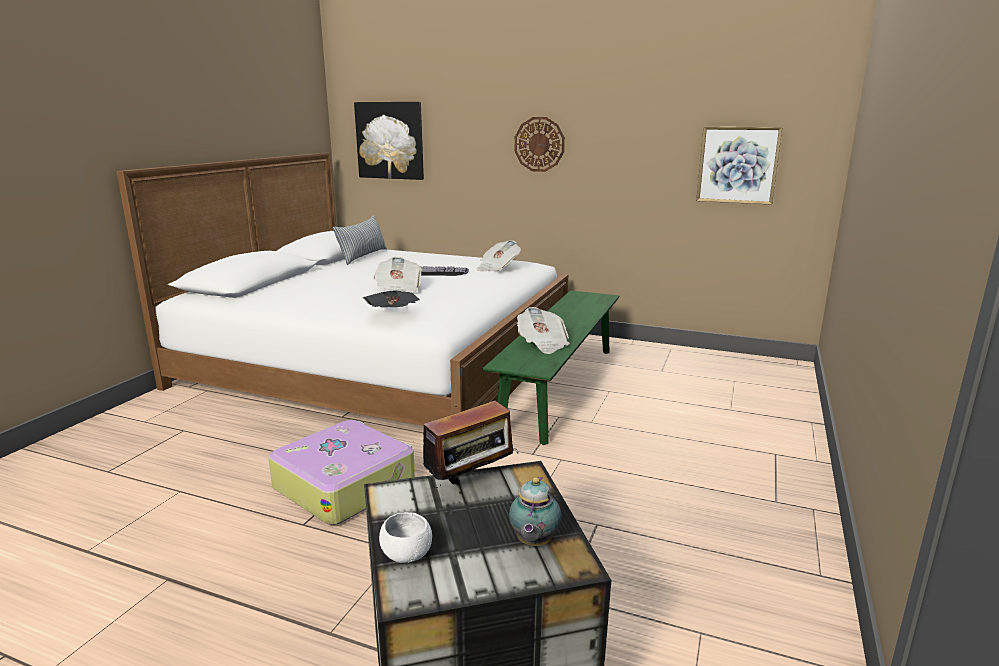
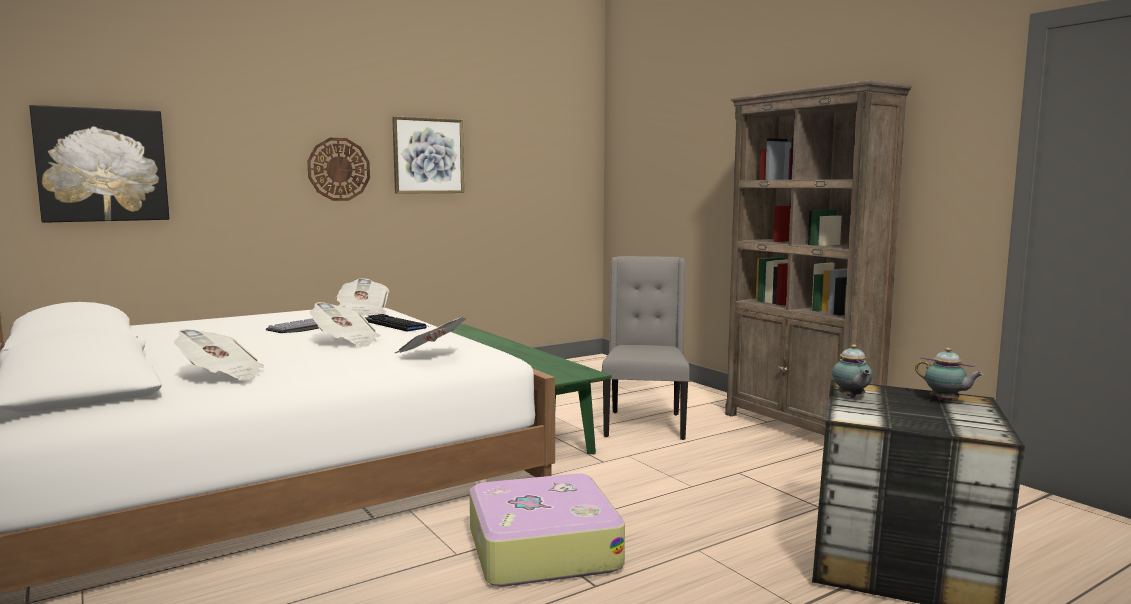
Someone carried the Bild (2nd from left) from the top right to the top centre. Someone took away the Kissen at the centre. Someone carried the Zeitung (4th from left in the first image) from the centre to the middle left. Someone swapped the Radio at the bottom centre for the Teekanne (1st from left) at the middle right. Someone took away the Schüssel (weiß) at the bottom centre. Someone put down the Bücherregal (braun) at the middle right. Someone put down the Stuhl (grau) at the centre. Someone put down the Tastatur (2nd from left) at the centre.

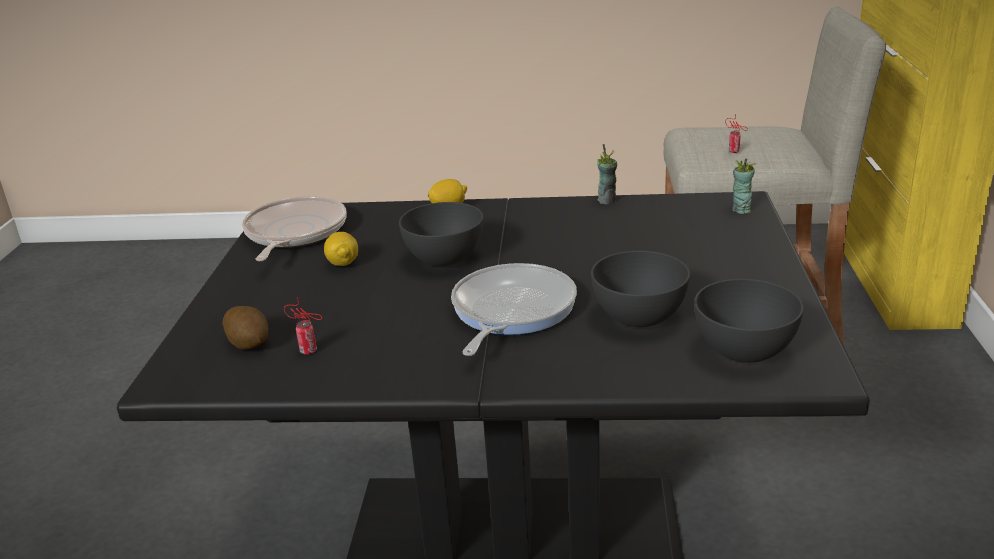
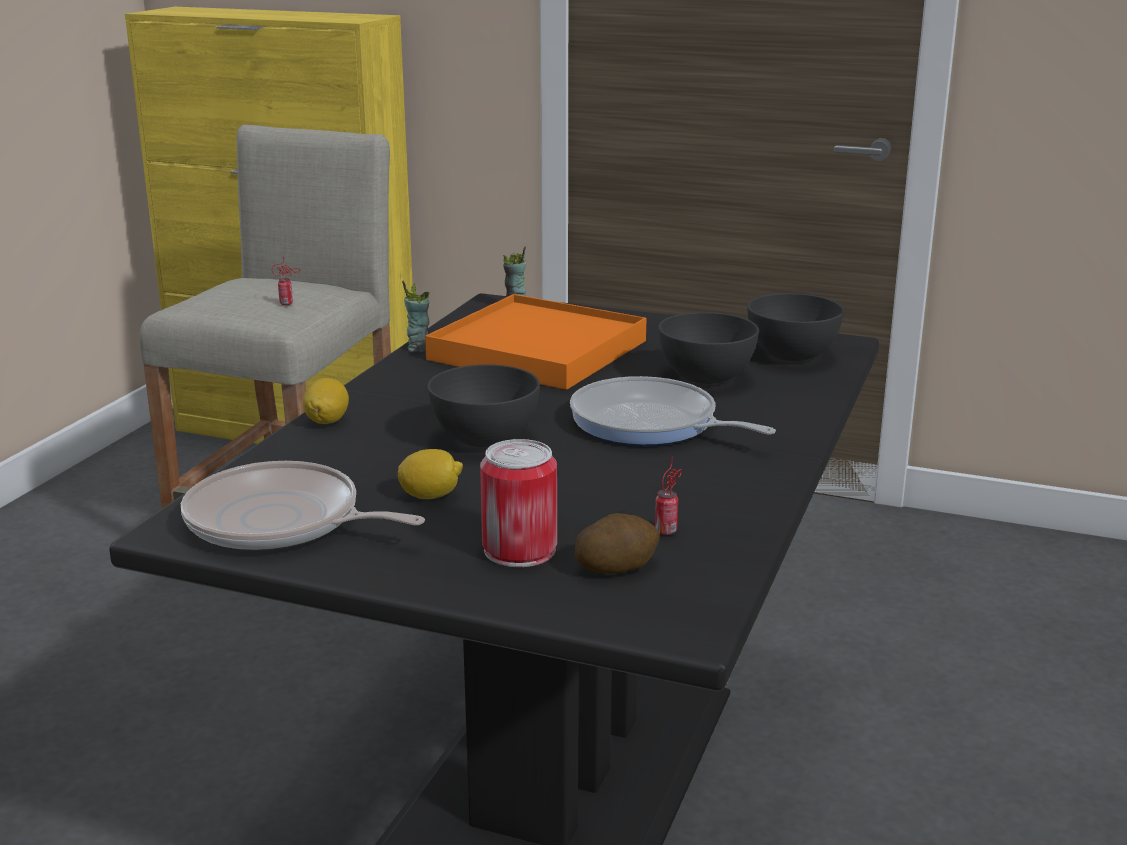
Someone put down the Tablett (orange) at the centre. Someone put down the Dose (2nd from left) at the centre.

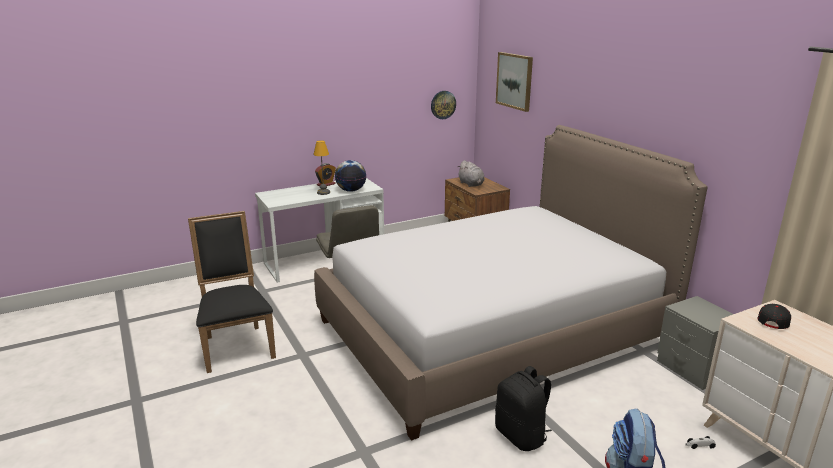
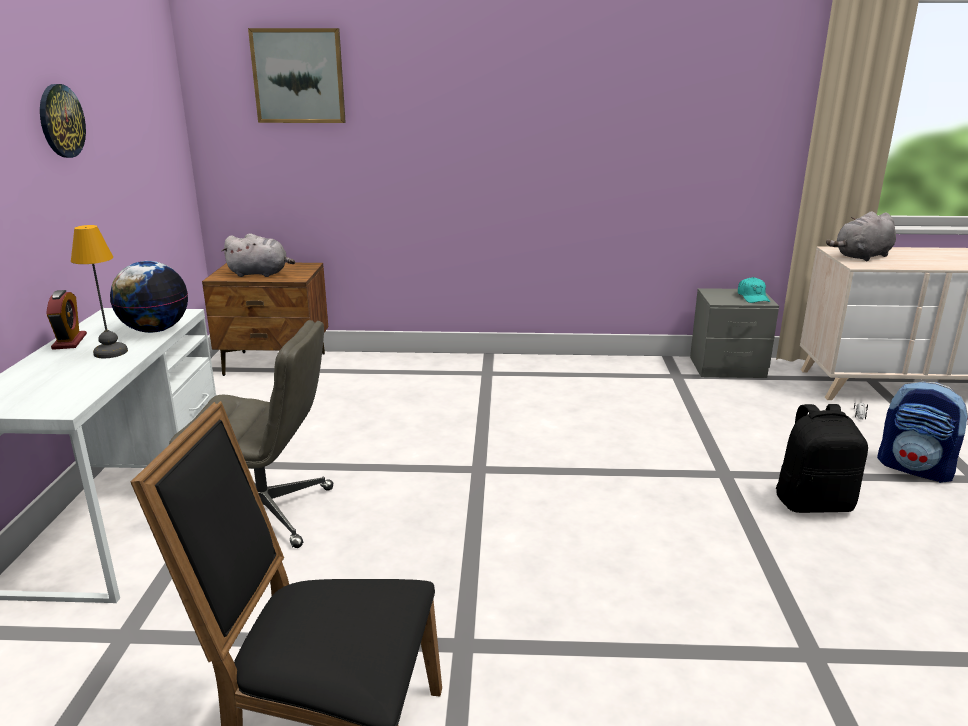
Someone carried the Wanduhr from the top centre to the top left. Someone took away the Bett at the centre. Someone swapped the Kappe (schwarz) at the bottom right for the Plüschtier (grau) (2nd from left) at the top right. Someone put down the Kappe (türkis) at the middle right.

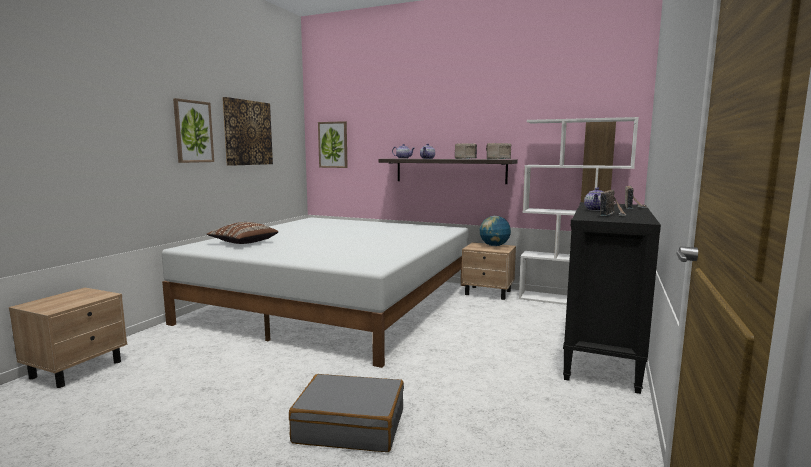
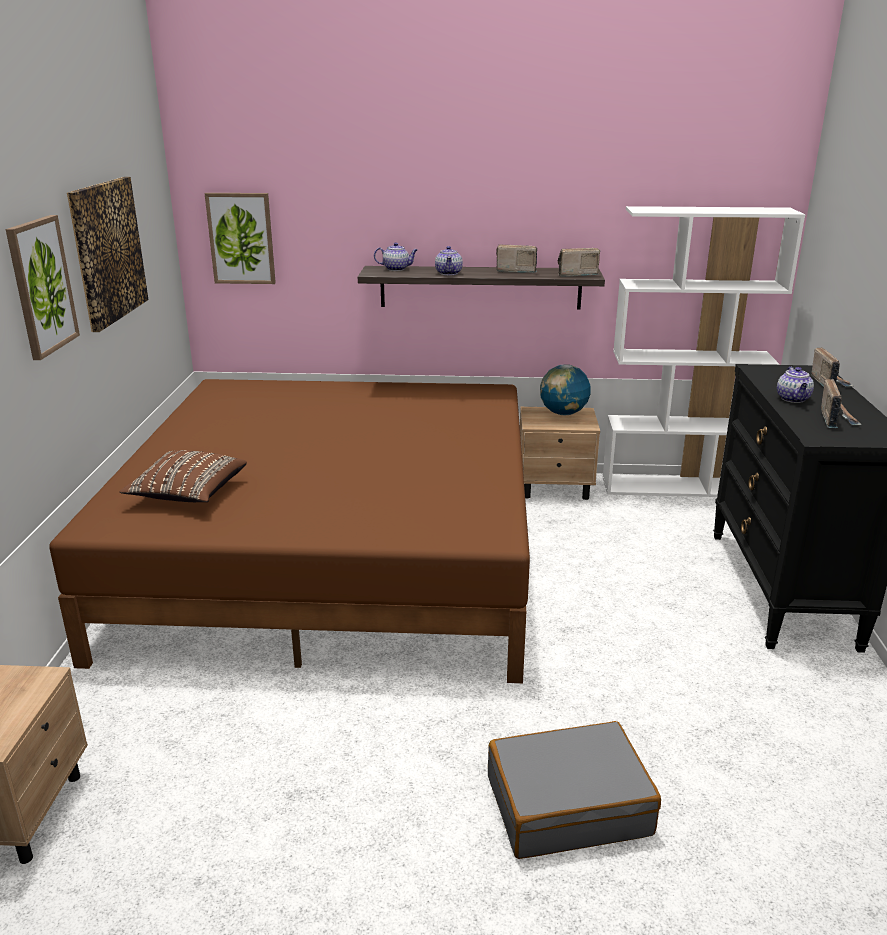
Someone repainted the Bett (weiß) at the centre, which became the Bett (braun) at the middle left.

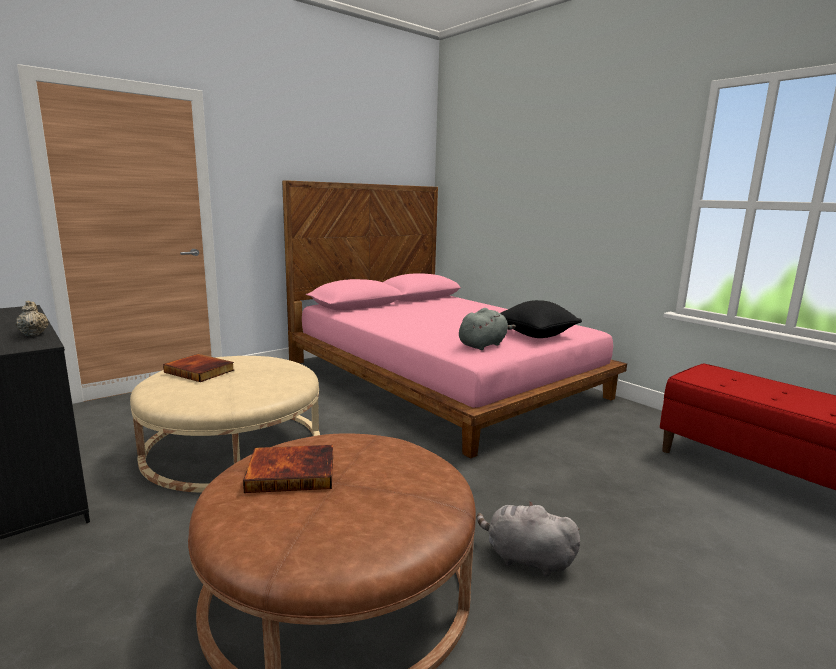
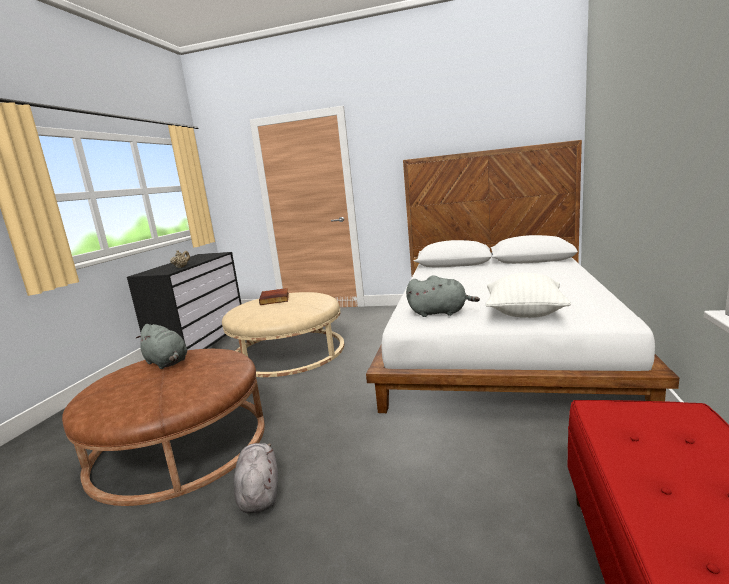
Someone repainted the Bett (rosa) at the centre, which became the Bett (weiß) at the middle right. Someone repainted the Kissen (schwarz) at the centre, which became the Kissen (weiß) at the middle right. Someone swapped the Buch (2nd from left) at the bottom centre for the Plüschtier (grau) (1st from left) at the middle left.

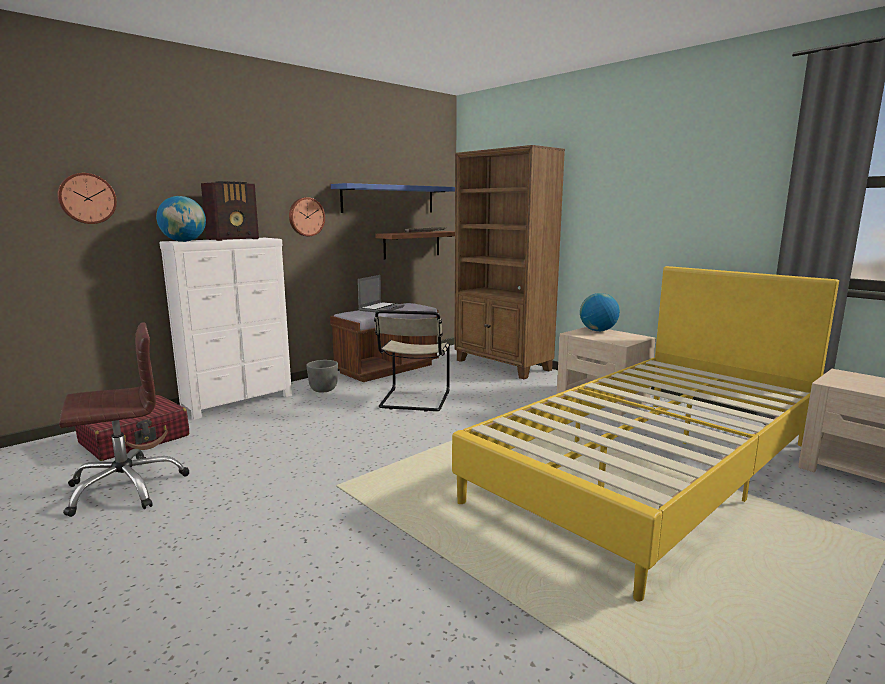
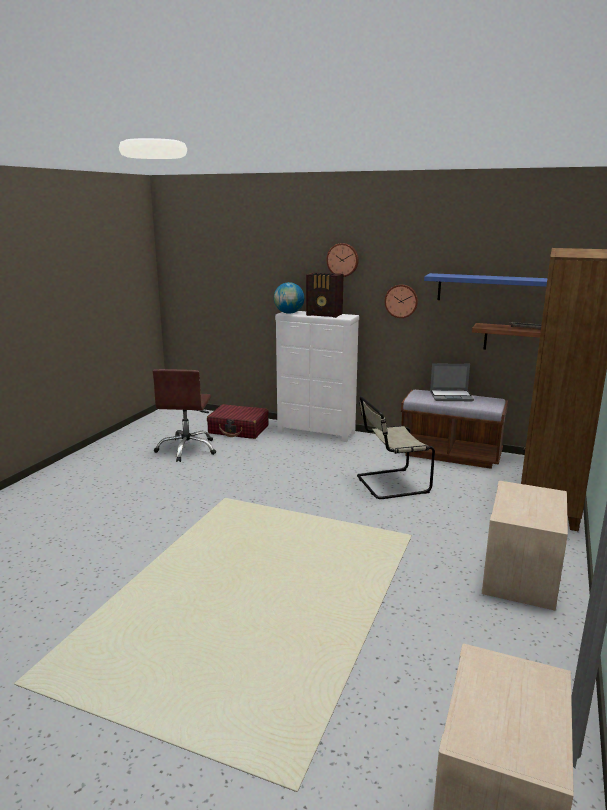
Someone carried the Wanduhr (1st from left) from the top left to the top centre. Someone took away the Bett (gelb) at the middle right. Someone took away the Globus (2nd from left) at the middle right. Someone rotated the Bürostuhl (braun) at the middle left by 60 degrees clockwise. Someone took away the Pflanzkübel (grau) at the centre.

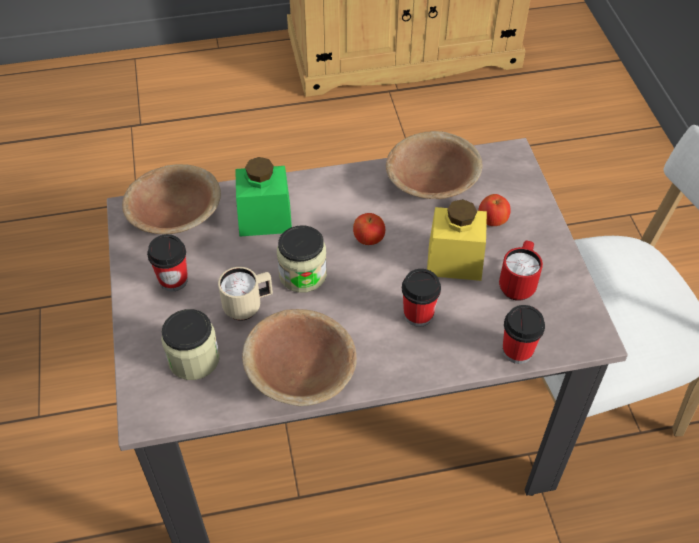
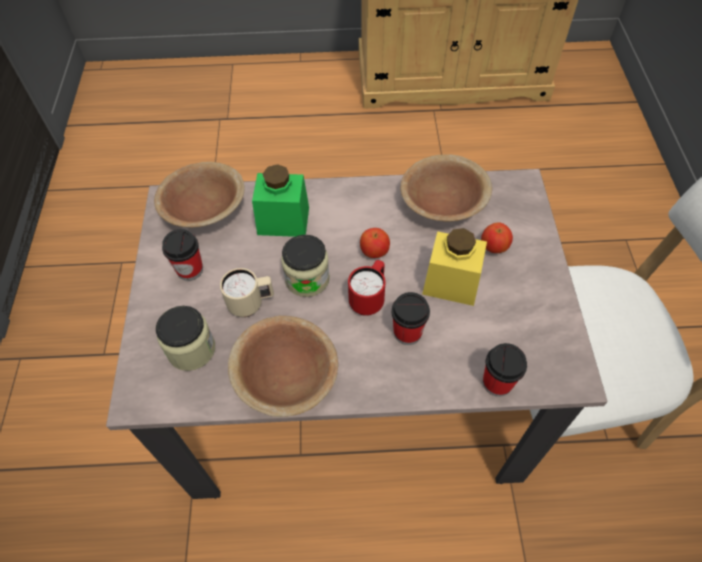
Someone carried the Henkelbecher (rot) from the middle right to the centre.

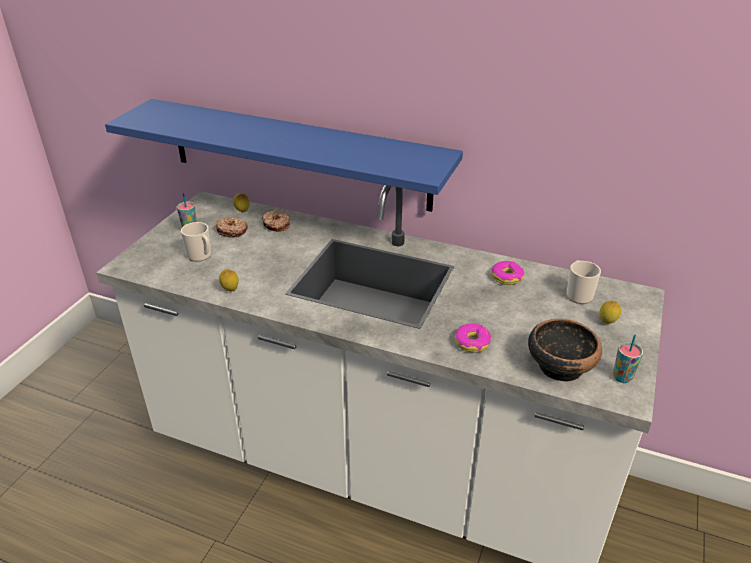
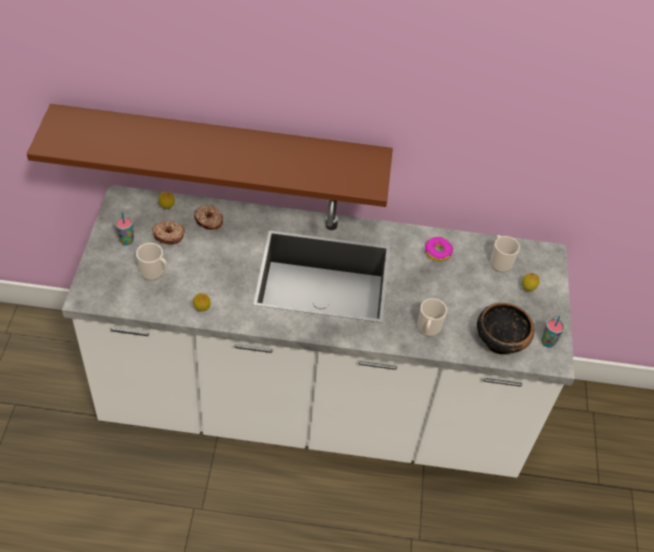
Someone repainted the Wandregal (blau) at the top centre, which became the Wandregal (braun) at the top left. Someone swapped the Donut (3rd from left) at the centre for the Henkelbecher (2nd from left) at the centre.

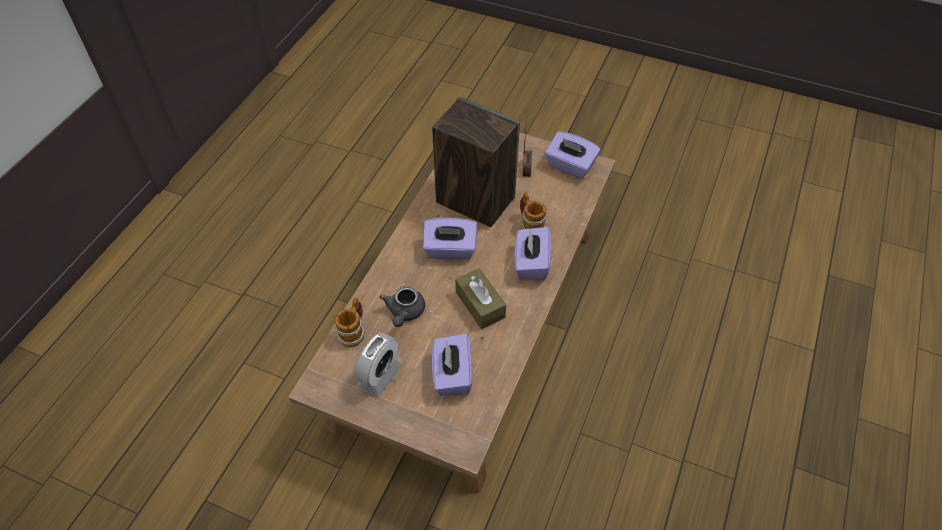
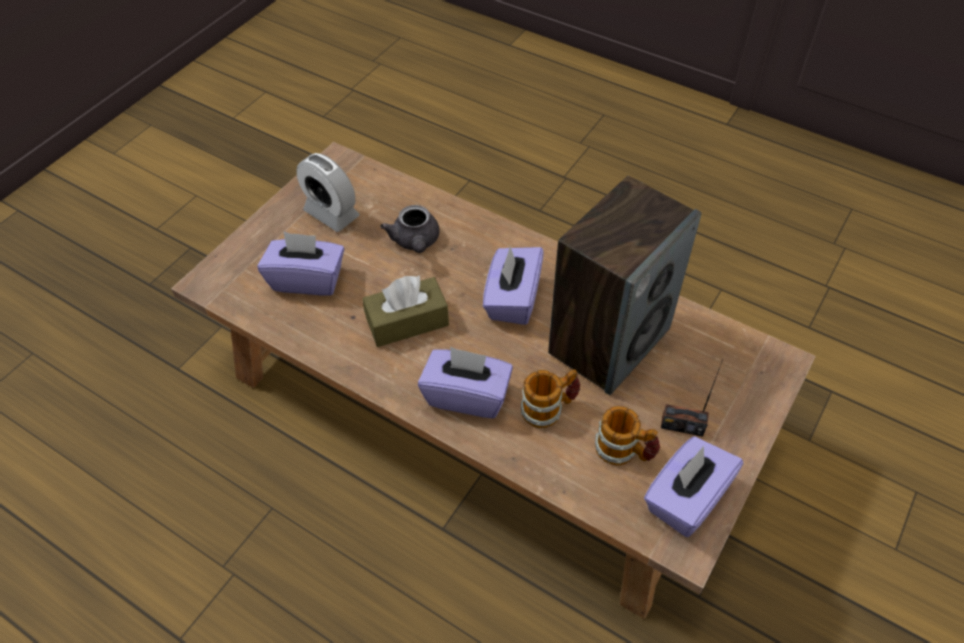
Someone rotated the Teekanne (grau) at the centre by 120 degrees counterclockwise. Someone carried the Henkelbecher (1st from left in the first image) from the centre to the bottom centre.

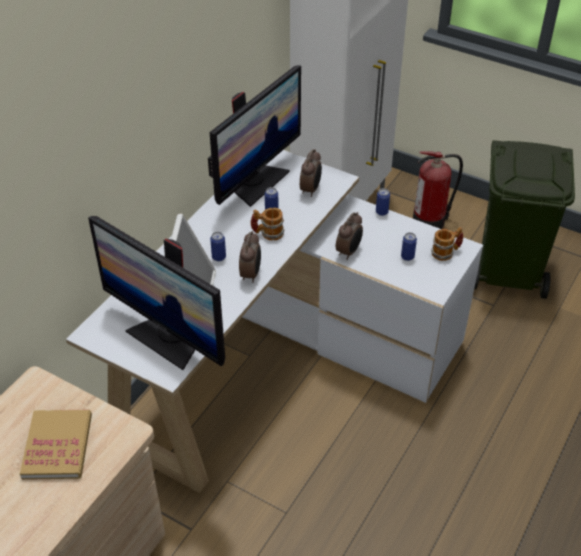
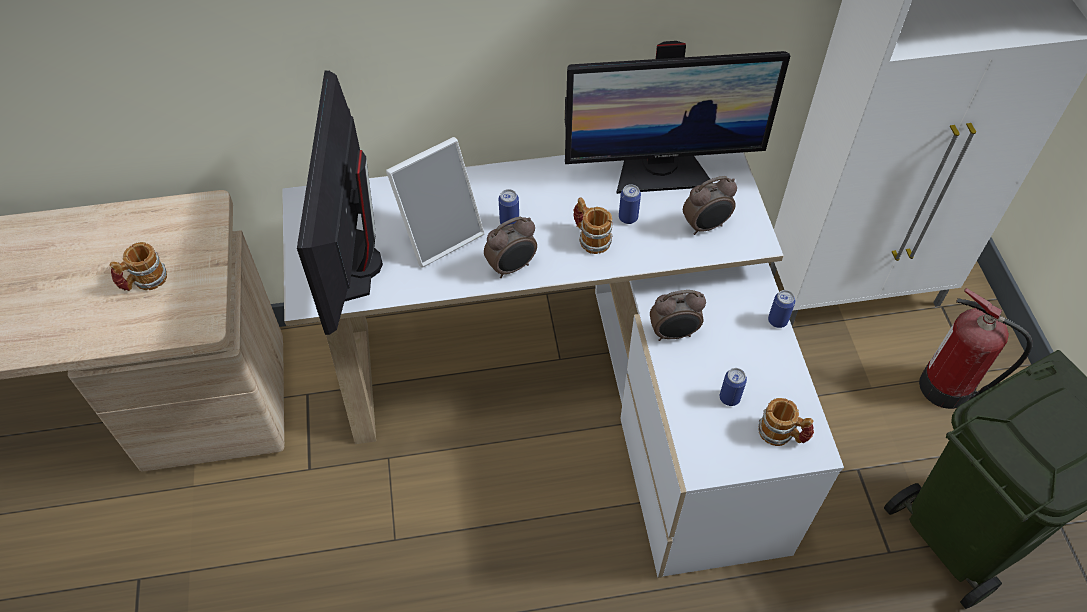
Someone swapped the Buch at the bottom left for the Henkelbecher (1st from left) at the middle left.

